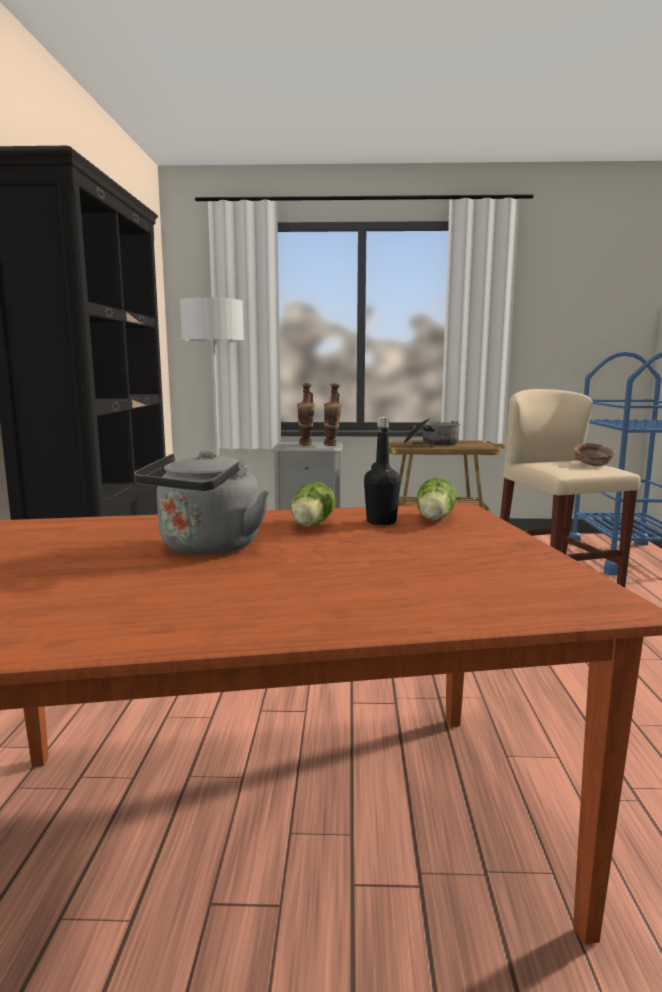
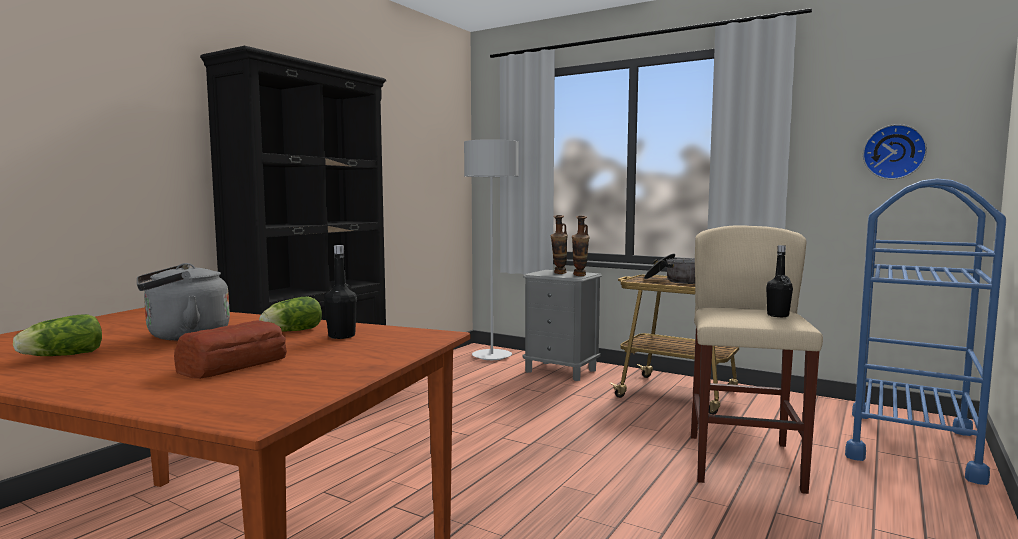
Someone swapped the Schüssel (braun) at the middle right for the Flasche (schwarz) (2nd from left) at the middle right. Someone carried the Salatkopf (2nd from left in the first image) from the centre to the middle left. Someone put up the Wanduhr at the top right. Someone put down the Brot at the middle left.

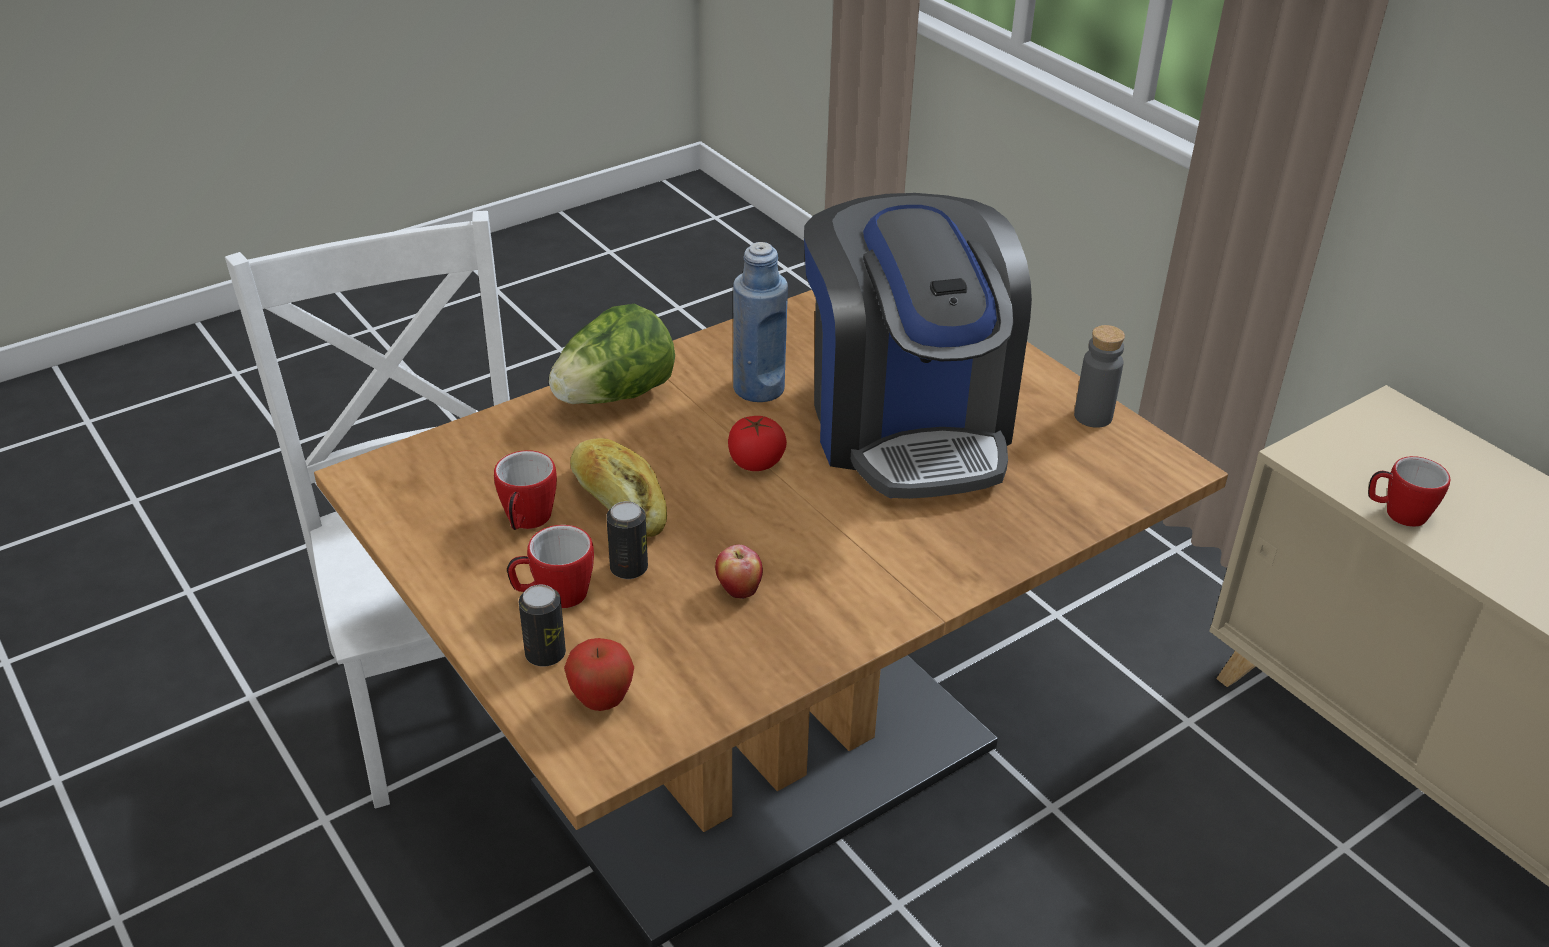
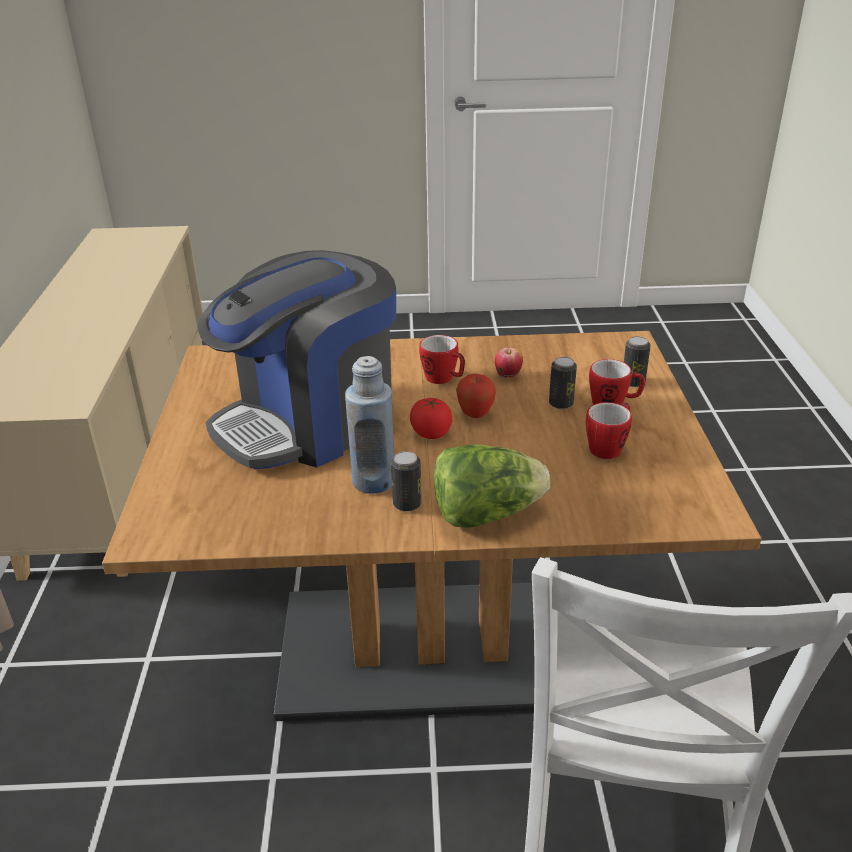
Someone rotated the Kaffeemaschine at the centre by 150 degrees counterclockwise. Someone took away the Flasche (grau) at the middle right. Someone took away the Brot at the centre. Someone carried the Henkelbecher (3rd from left in the first image) from the middle right to the centre. Someone carried the Apfel (1st from left) from the bottom centre to the centre. Someone put down the Dose (1st from left) at the centre.

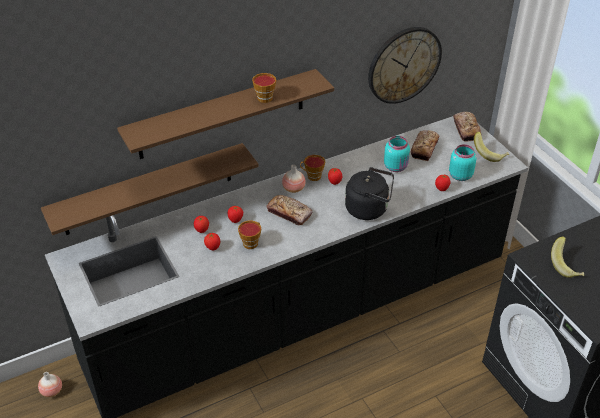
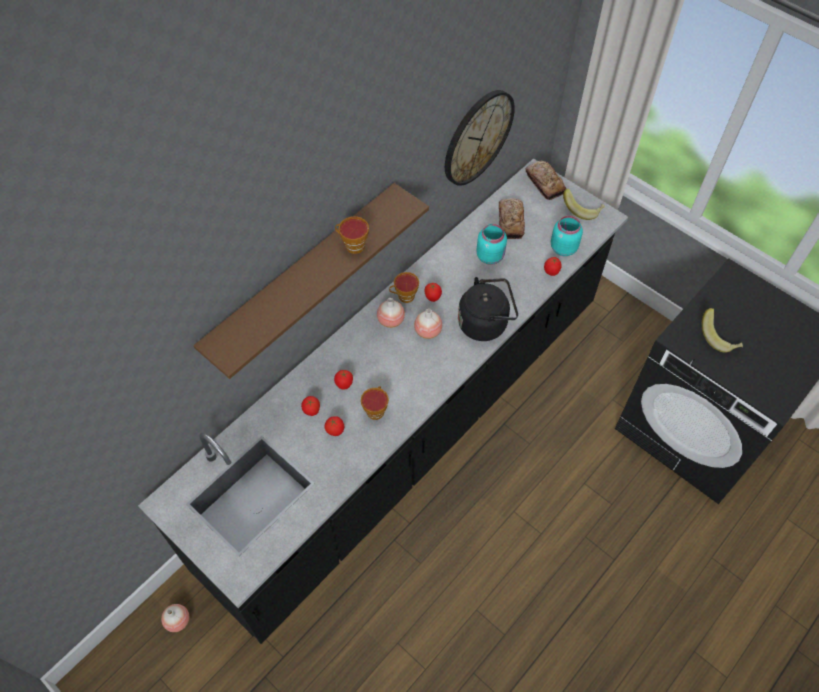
Someone took away the Wandregal (braun) (1st from left) at the middle left. Someone took away the Brot (1st from left) at the centre. Someone put down the Vase (3rd from left) at the centre.

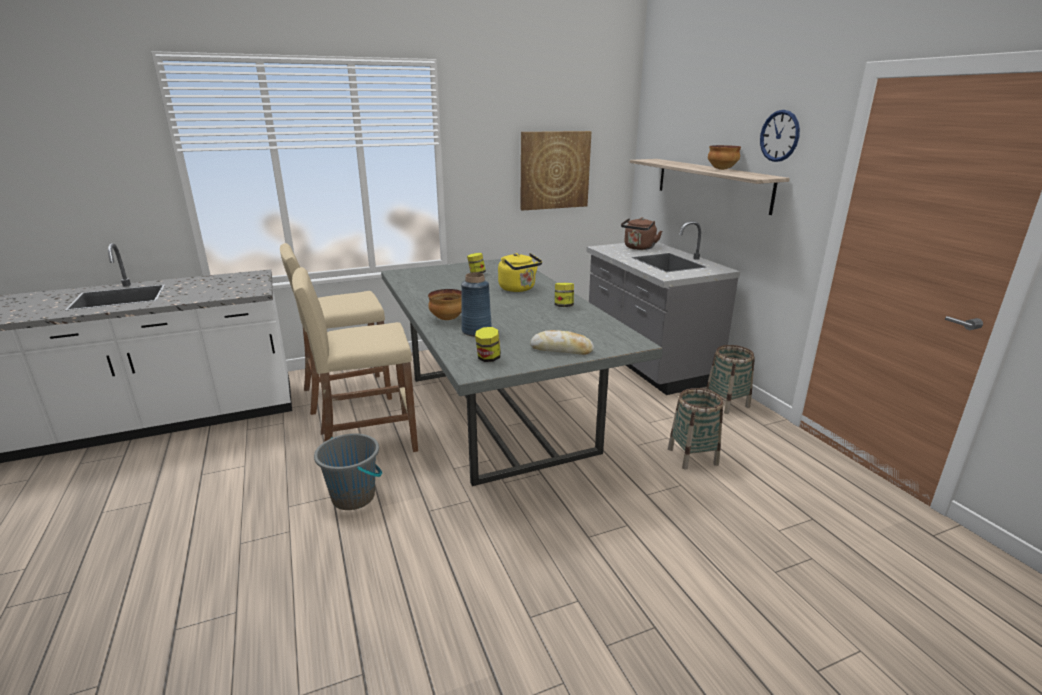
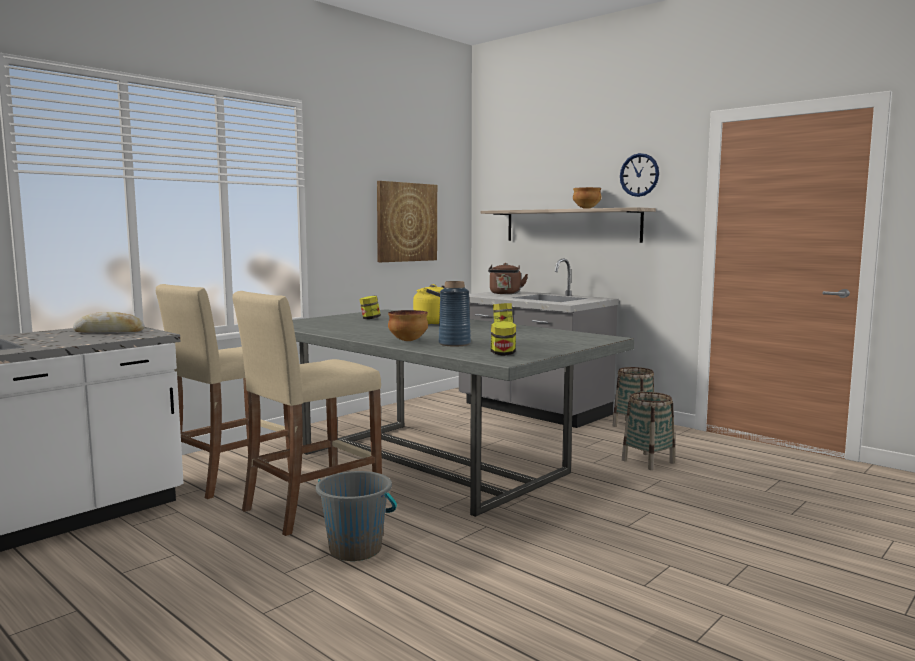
Someone carried the Brot from the centre to the middle left.

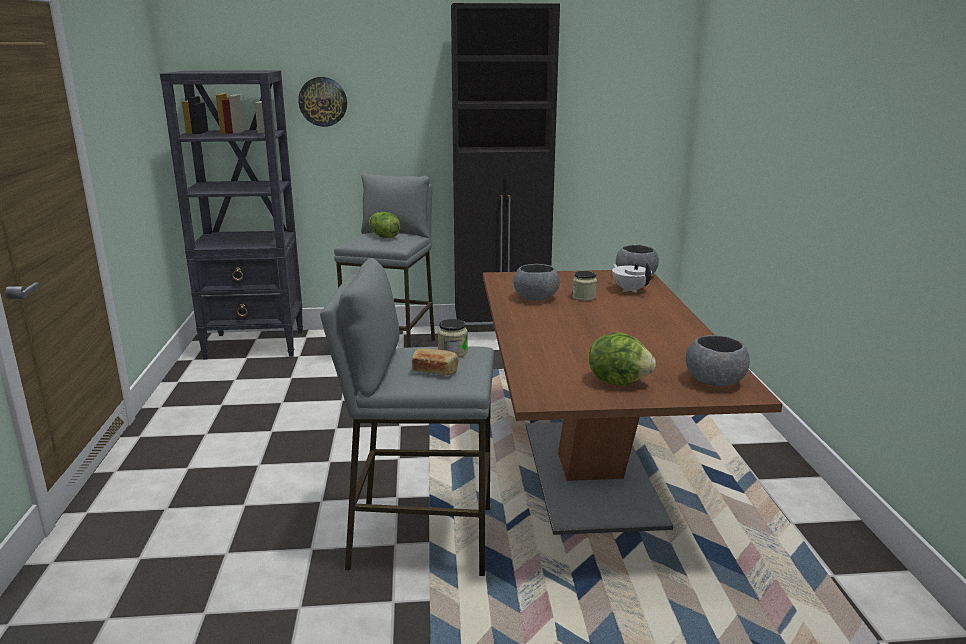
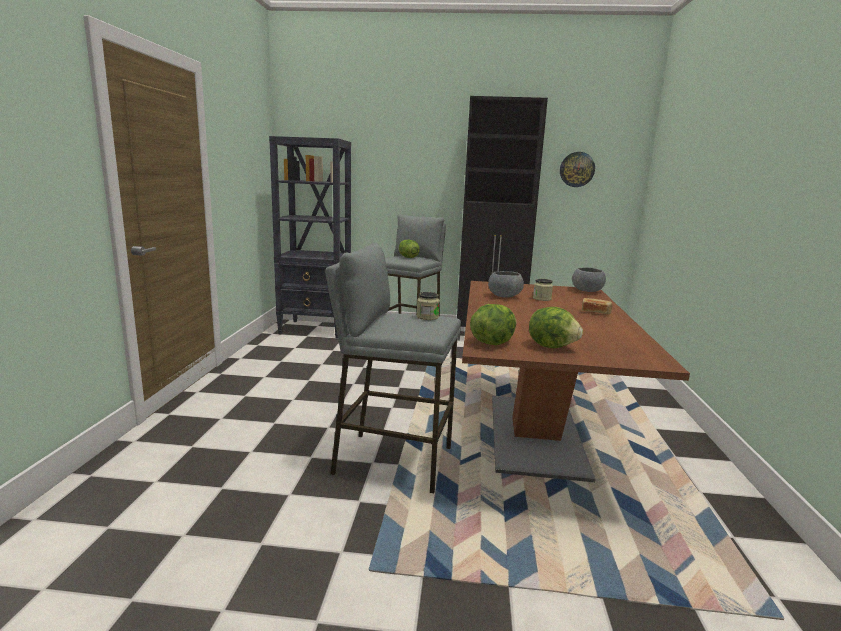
Someone carried the Wanduhr from the top centre to the top right. Someone took away the Teekanne (weiß) at the centre. Someone took away the Schüssel (grau) (3rd from left) at the middle right. Someone carried the Brot from the centre to the middle right. Someone put down the Salatkopf (2nd from left) at the centre.

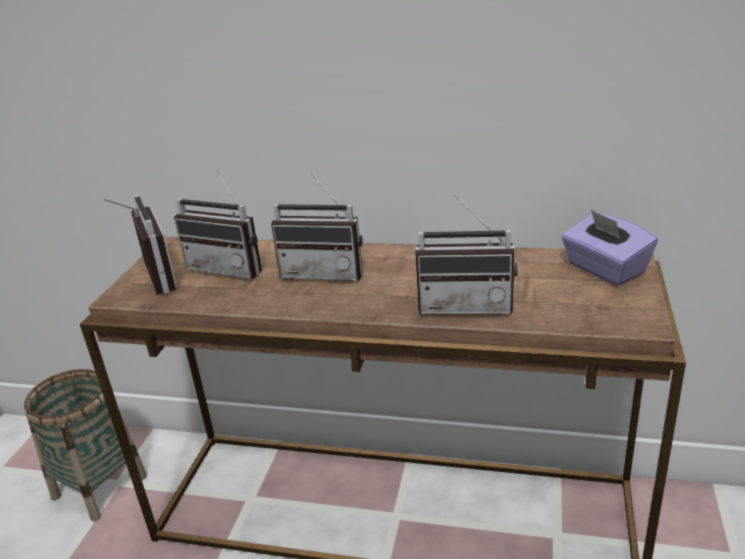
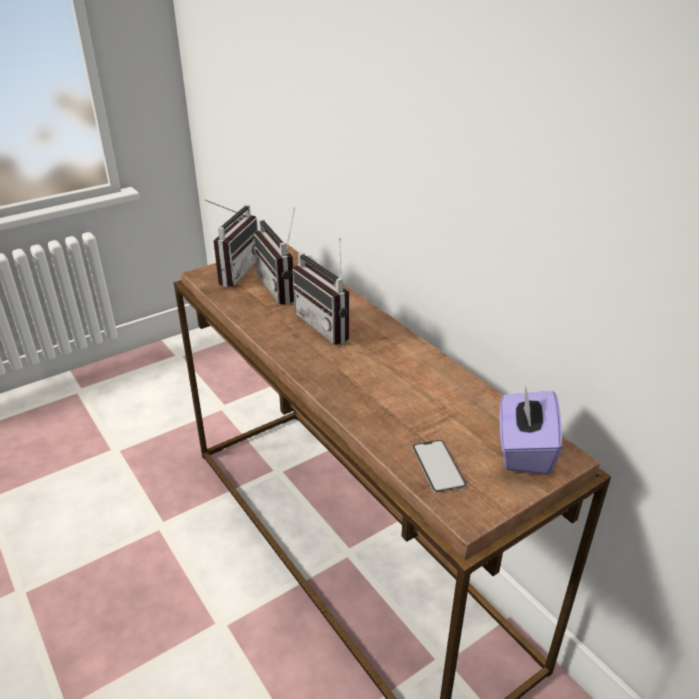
Someone took away the Radio (4th from left) at the centre. Someone took away the Korb at the bottom left. Someone put down the Handy at the bottom centre.

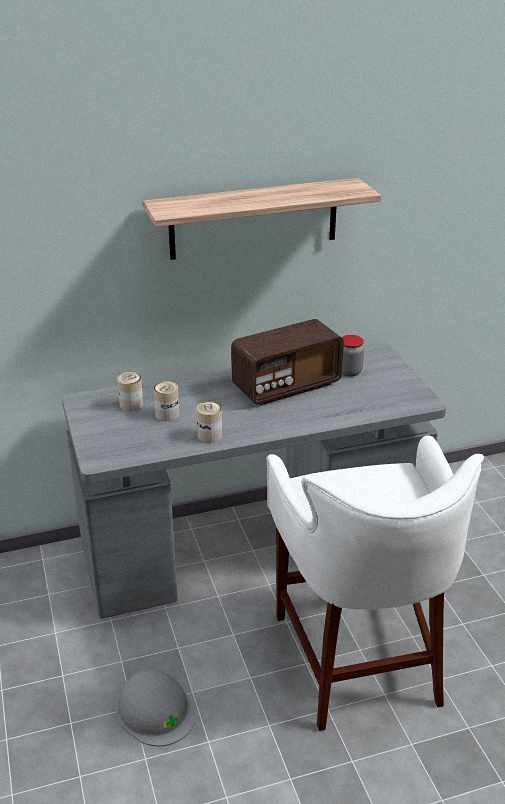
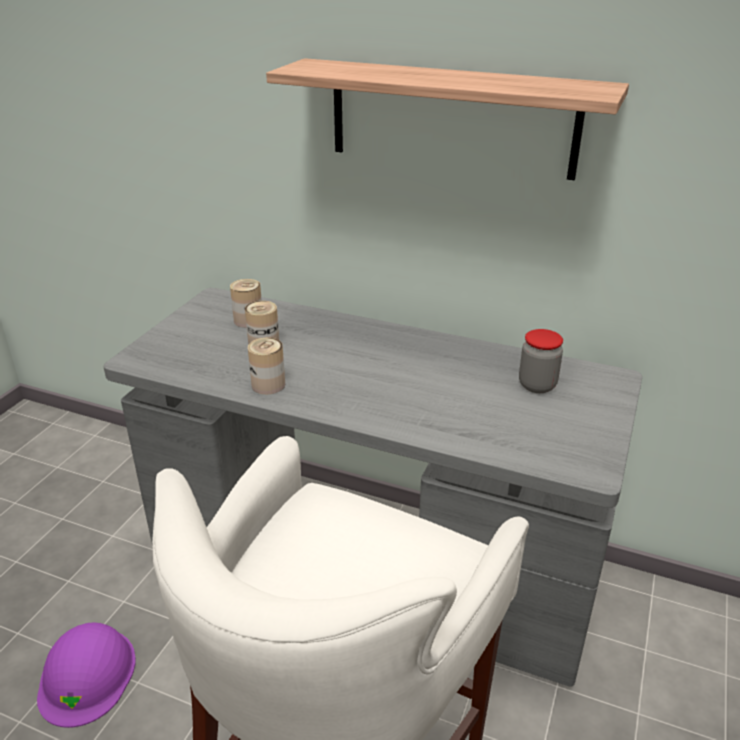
Someone took away the Radio at the centre. Someone repainted the Schutzhelm (grau) at the bottom left, which became the Schutzhelm (lila) at the bottom left.

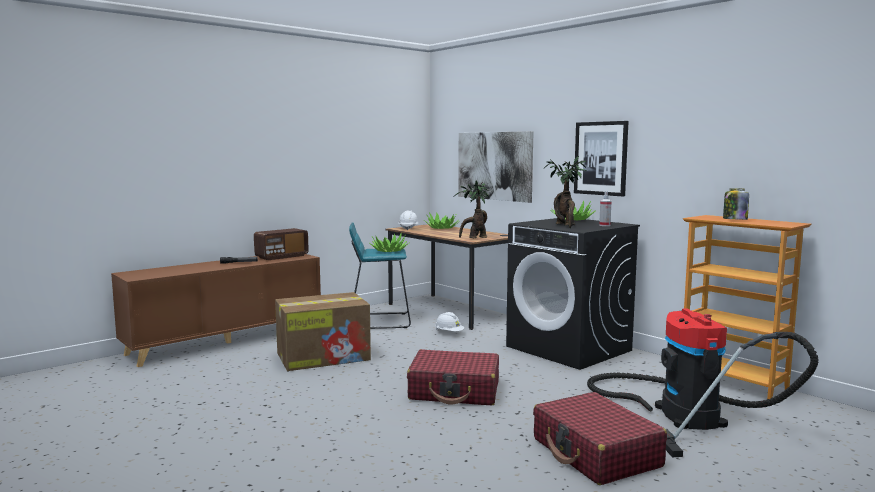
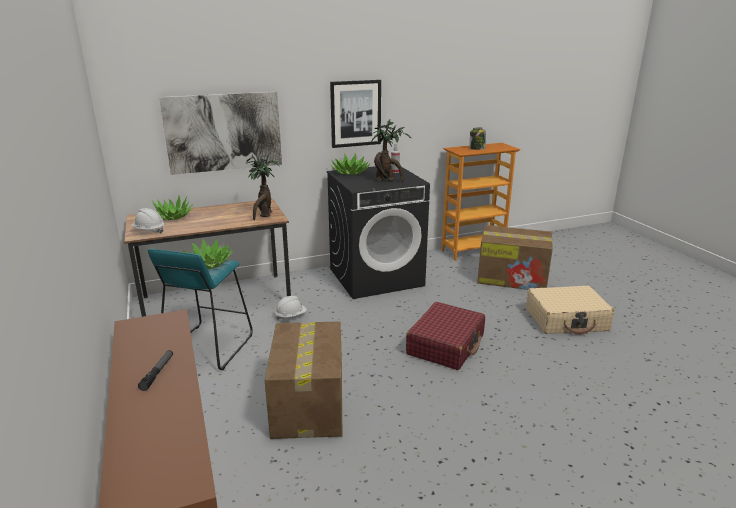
Someone took away the Radio at the middle left. Someone swapped the Staubsauger at the bottom right for the Karton (2nd from left) at the middle right. Someone repainted the Koffer (rot) (2nd from left) at the bottom right, which became the Koffer (beige) at the middle right.

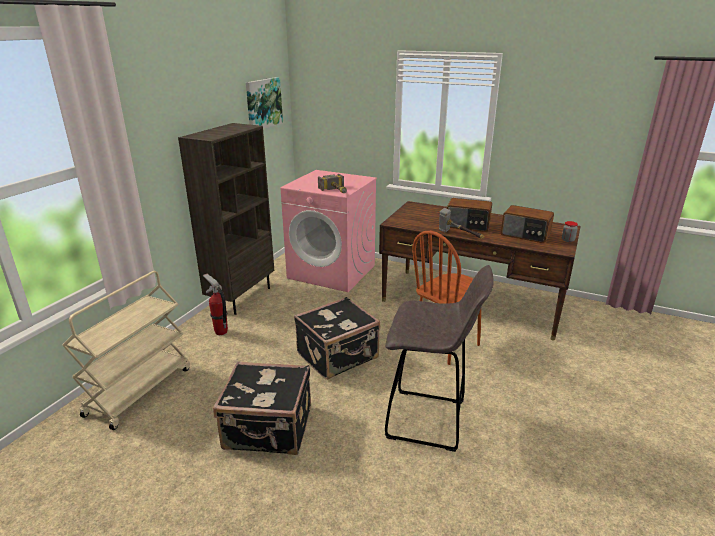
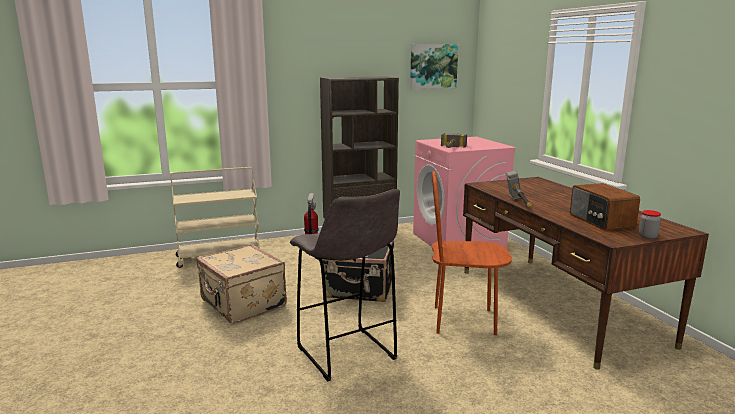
Someone took away the Radio (1st from left) at the centre. Someone repainted the Koffer (schwarz) (1st from left) at the bottom centre, which became the Koffer (beige) at the bottom left.

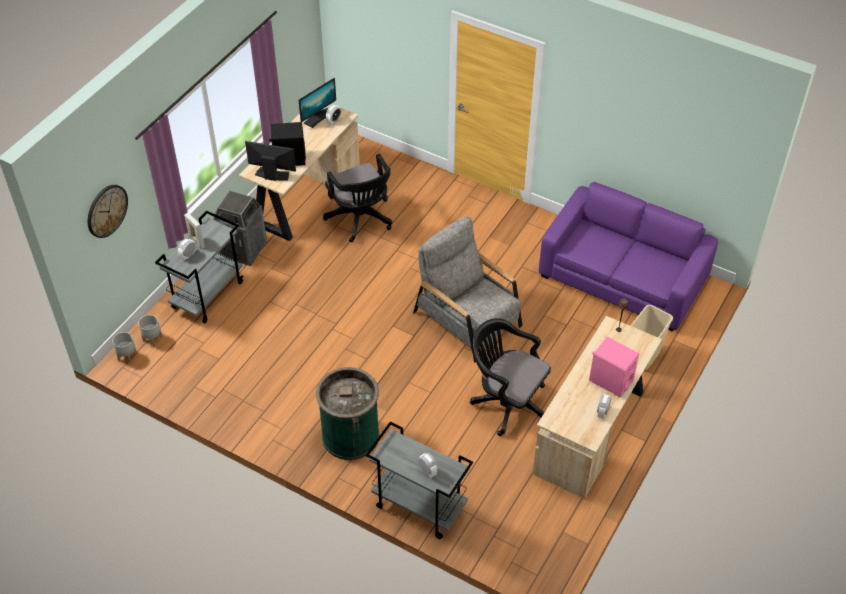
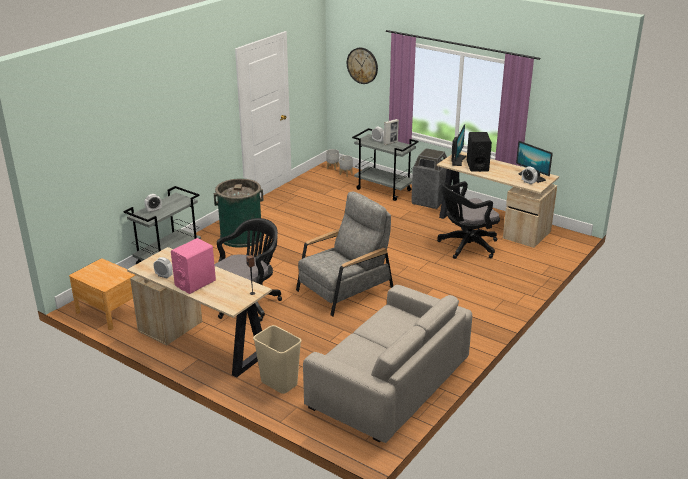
Someone repainted the Sofa (lila) at the middle right, which became the Sofa (beige) at the bottom centre. Someone put down the Nachttisch (braun) at the middle left.

